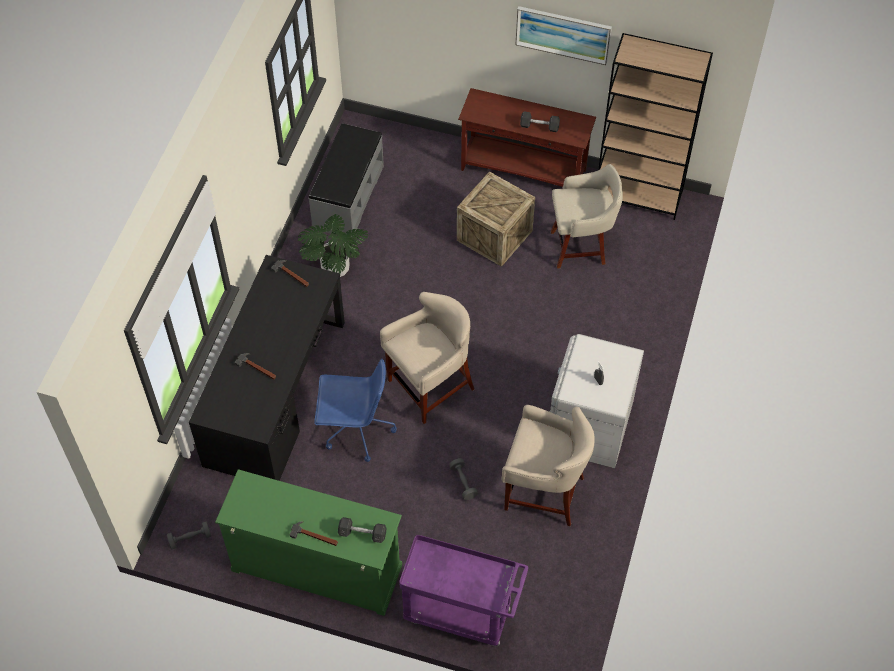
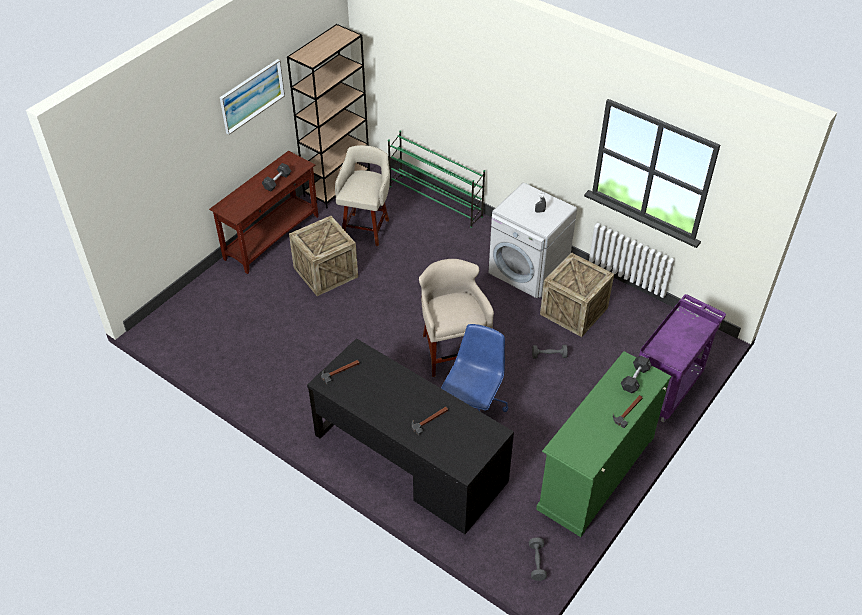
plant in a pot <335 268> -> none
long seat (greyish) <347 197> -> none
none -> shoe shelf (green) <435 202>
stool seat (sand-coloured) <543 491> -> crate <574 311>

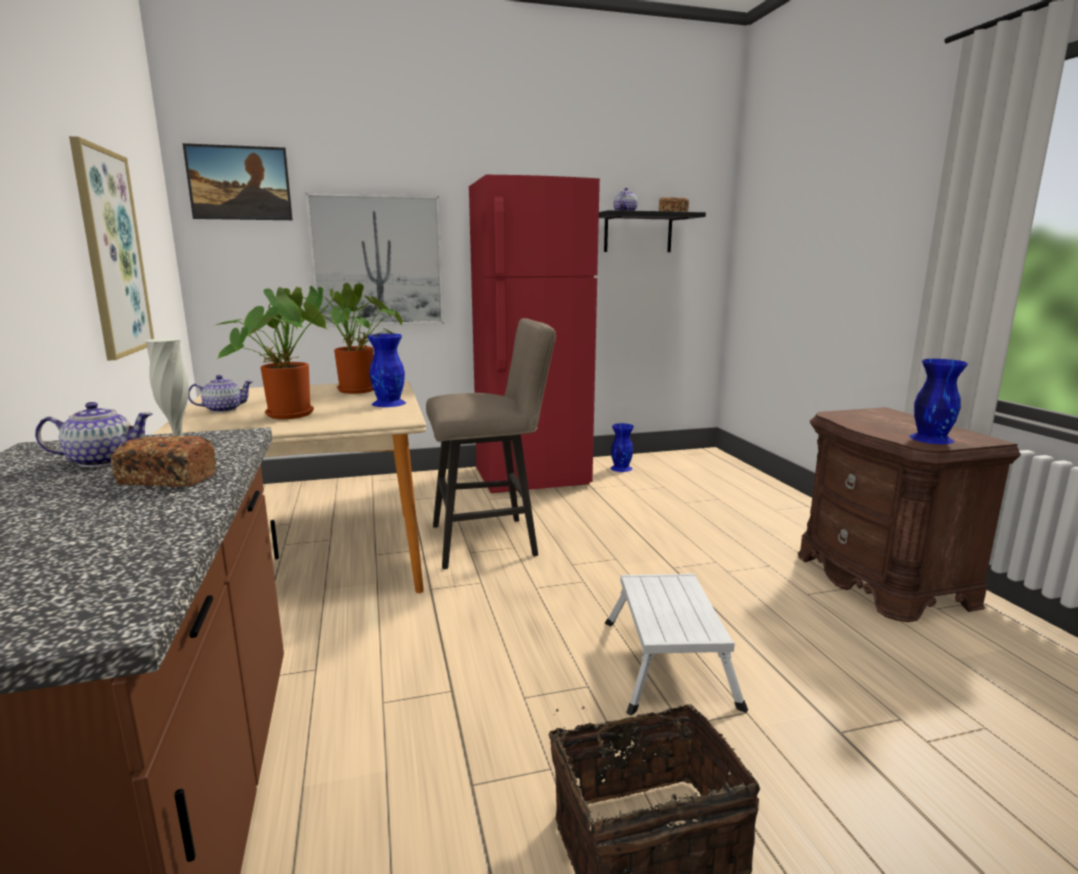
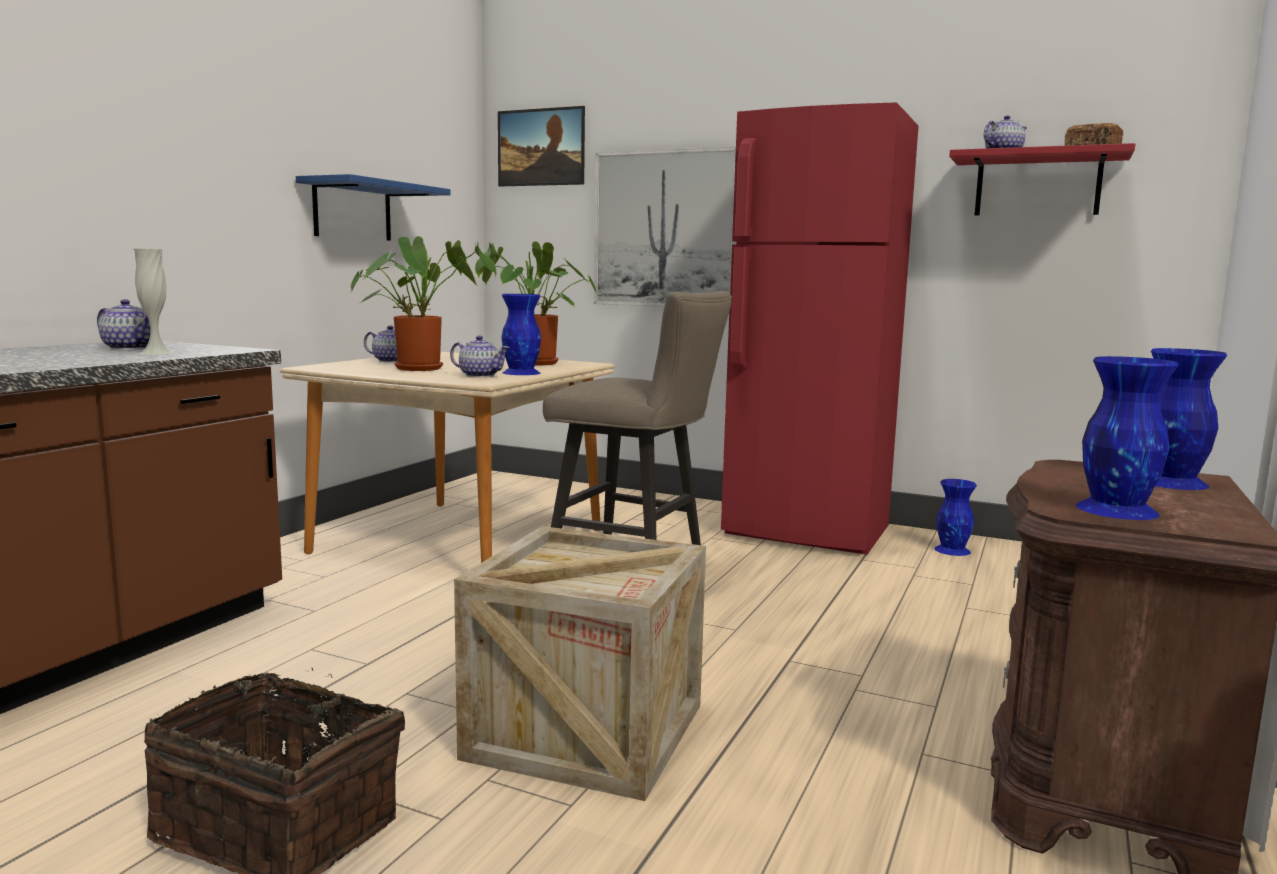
bakery bread <167 479> -> none
none -> teapot <479 375>
none -> vase (bluish) <1171 482>
wall art <112 254> -> wall shelf (bluish) <352 211>
stepladder (white-coloured) <668 663> -> crate <586 731>
wall shelf (black) <638 233> -> wall shelf (red-coloured) <1037 185>

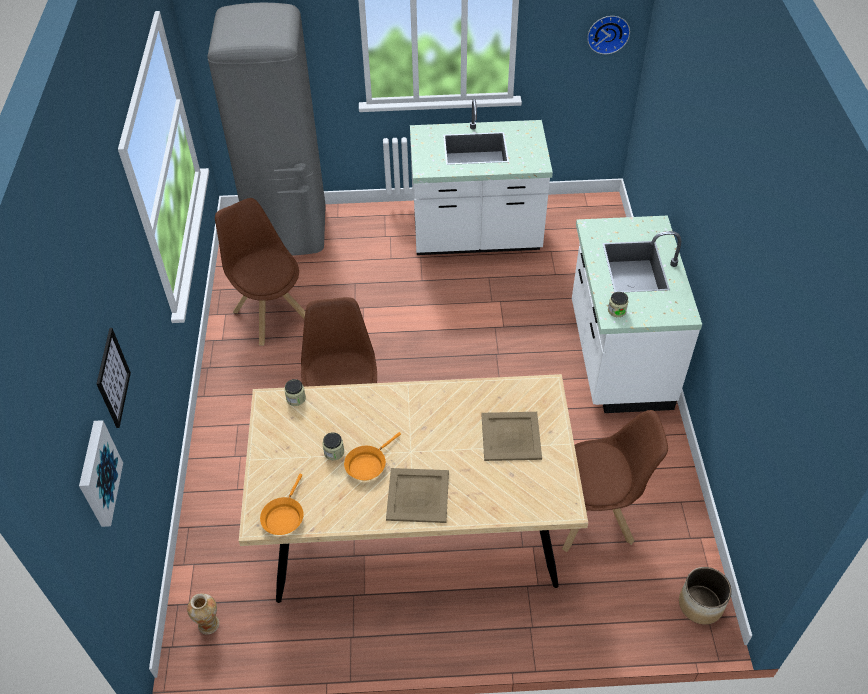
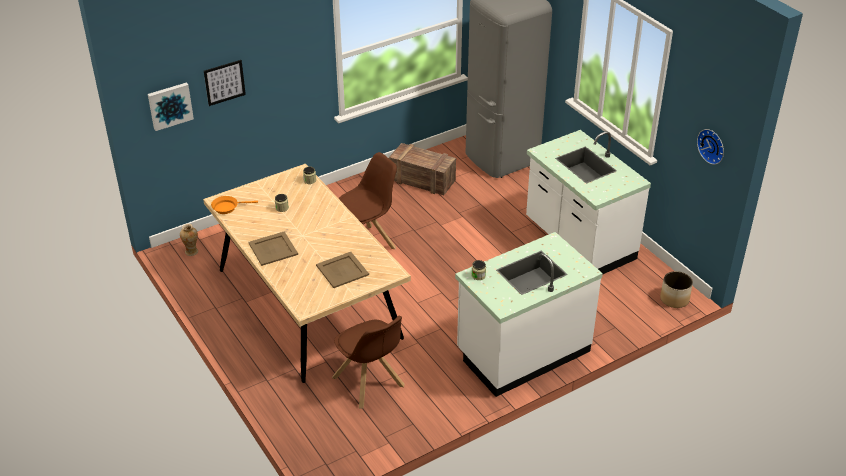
pan (orange-coloured) <368 464> -> none
flower pot <701 605> -> flower pot <674 299>, moved
plain chair (brown-coloured) <270 313> -> crate <423 180>

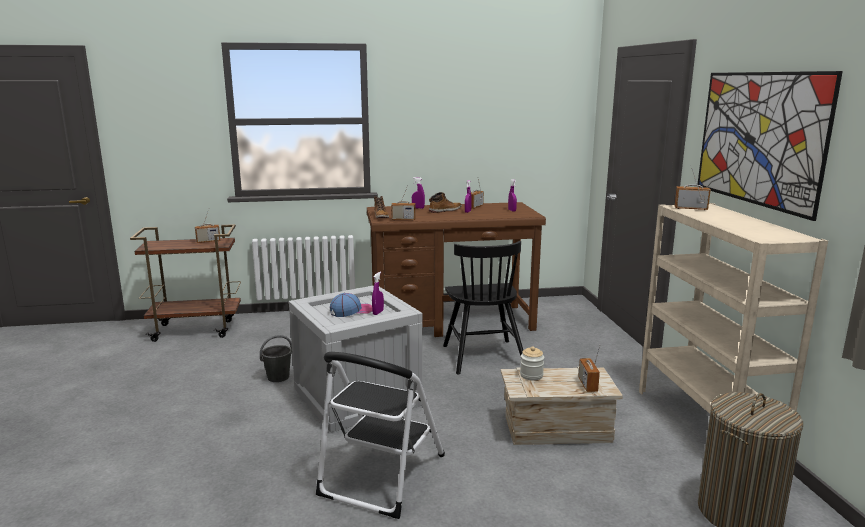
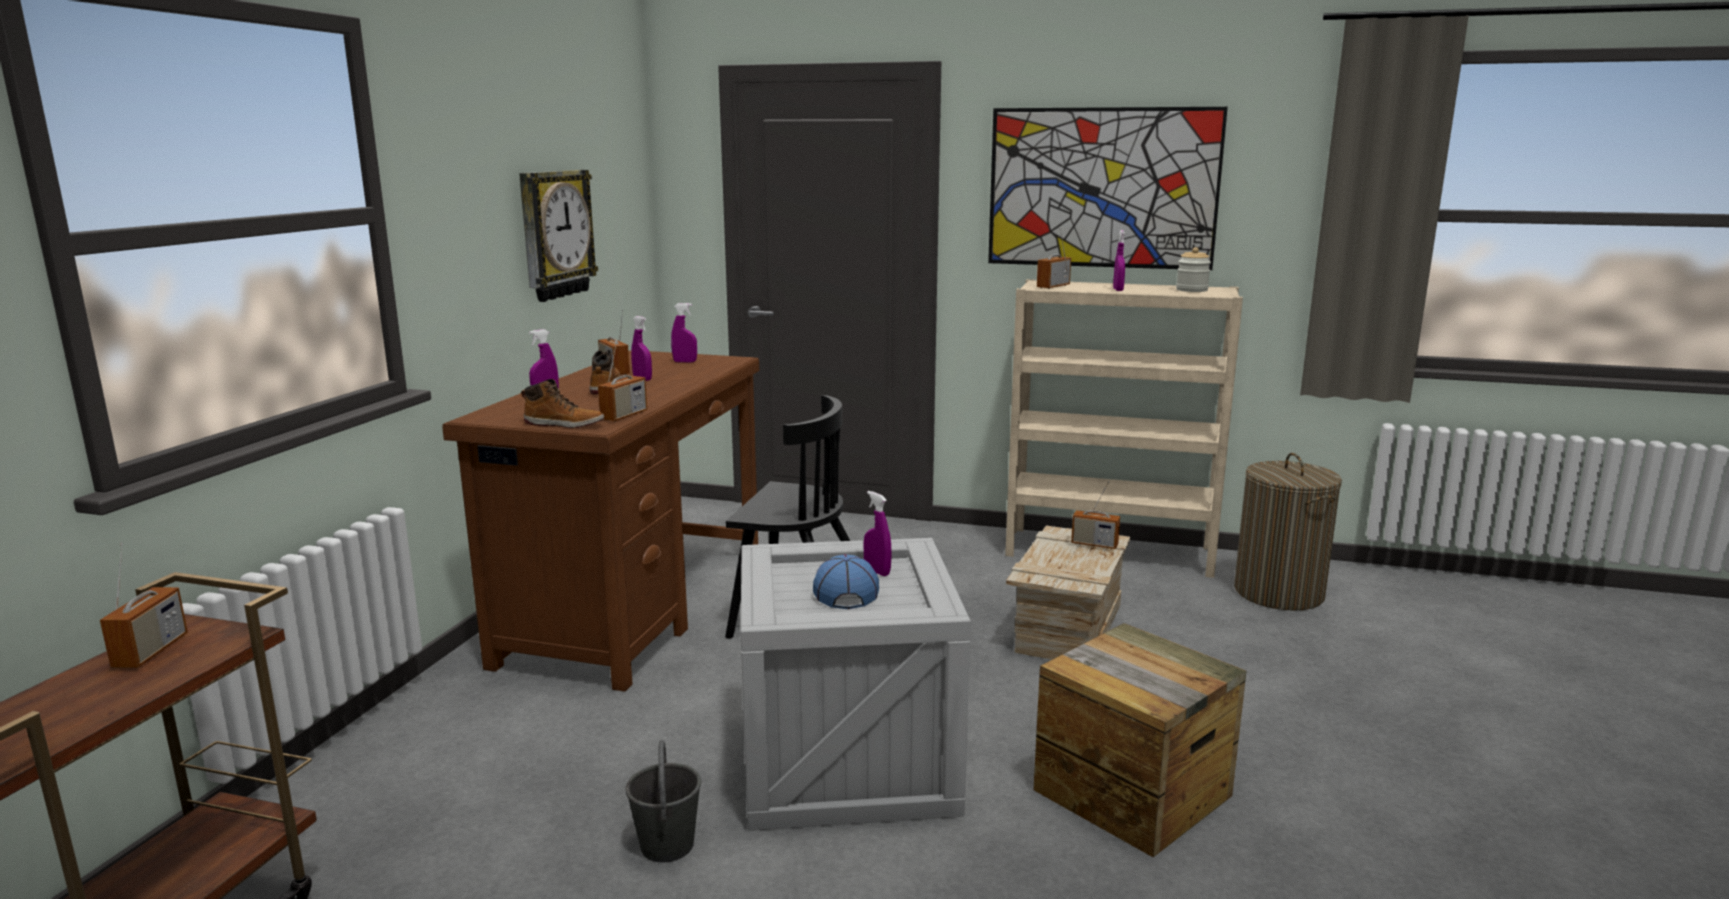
none -> hanging clock <555 234>
none -> hand sprayer (purple) <1118 290>
jar <531 375> -> jar <1191 290>, moved
stepladder <380 477> -> crate <1132 793>

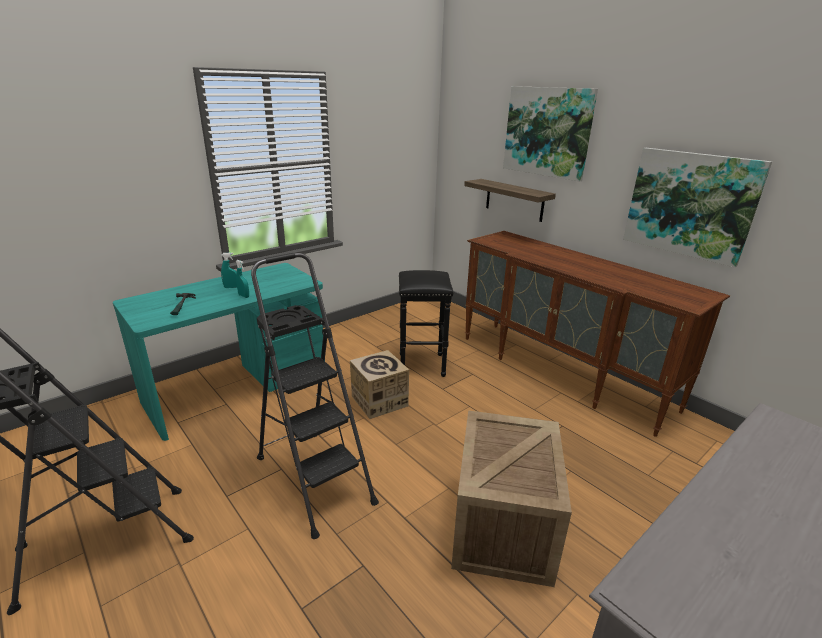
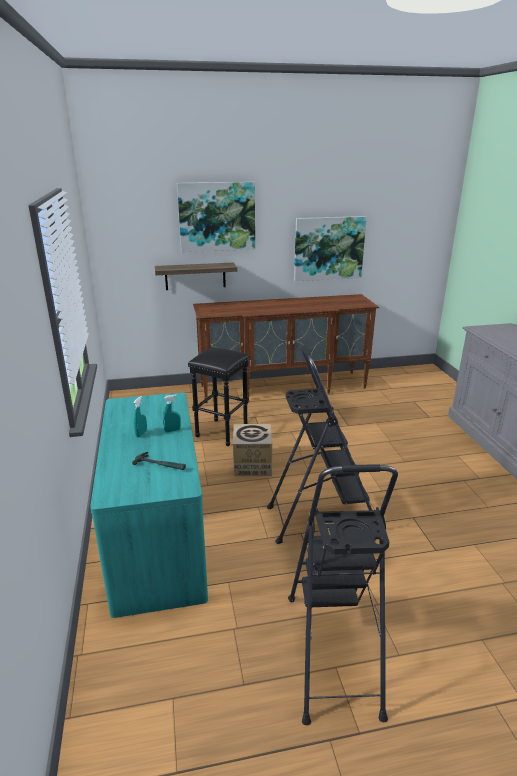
crate <504 527> -> none

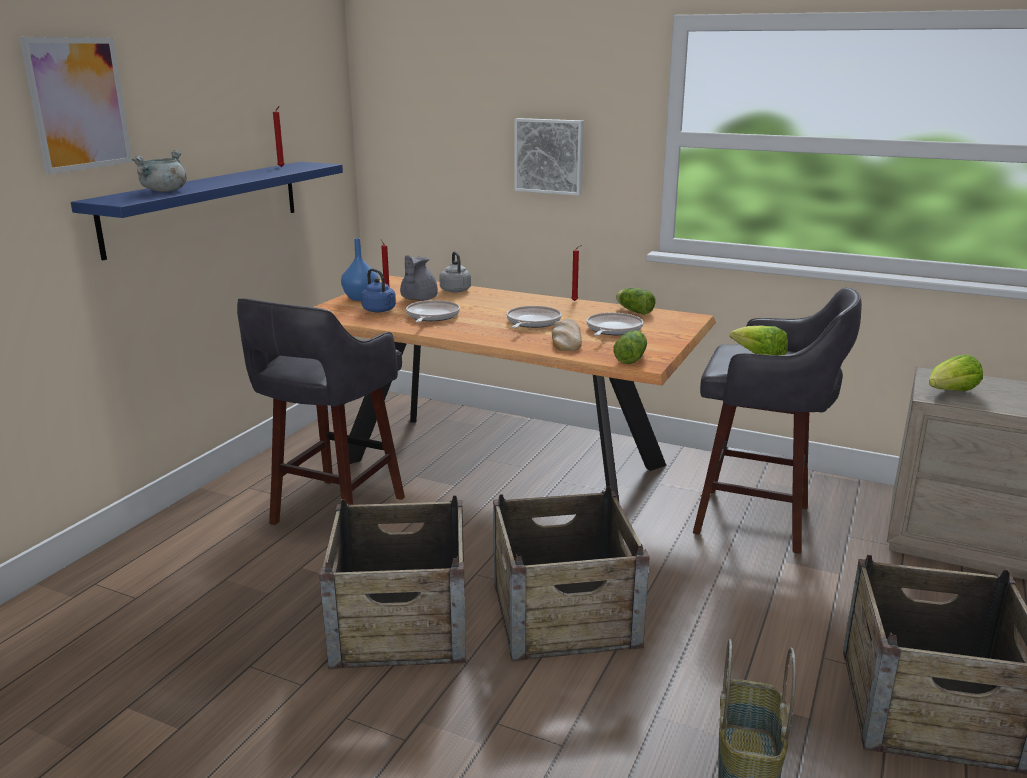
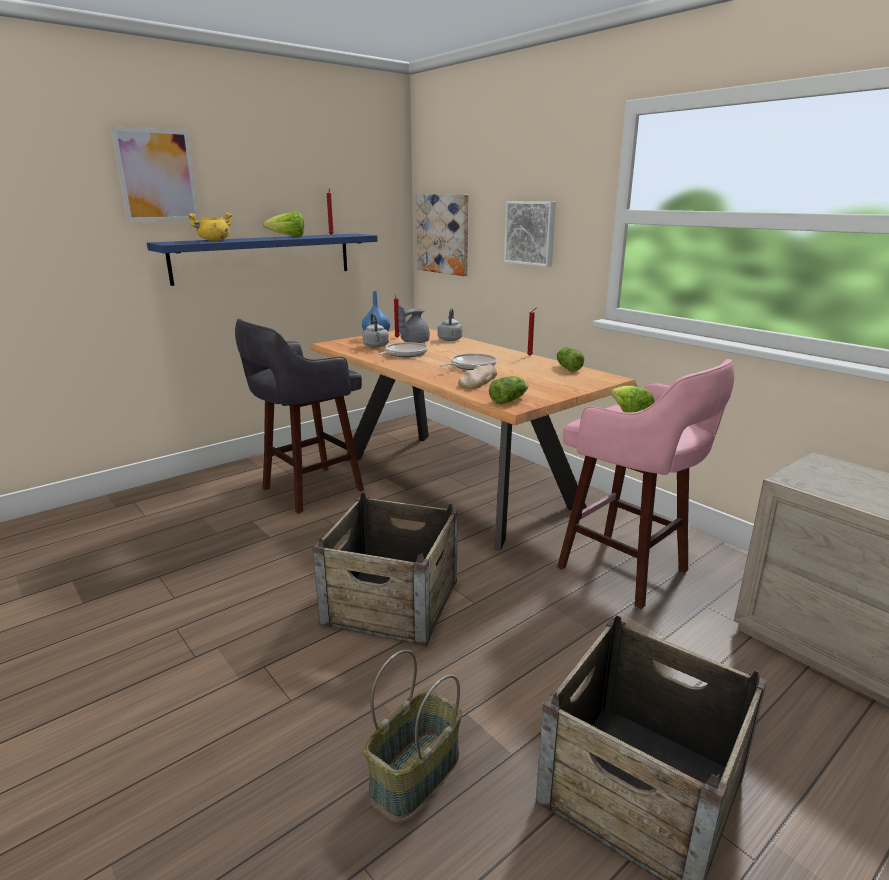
crate <401 623> -> none
pan <612 330> -> none
none -> wall art <443 234>
lettuce <950 393> -> lettuce <288 237>, moved
cooking pot (greyish) <164 191> -> cooking pot (yellow) <214 240>
kettle (bluish) <380 310> -> kettle (greyish) <376 346>
stool seat (greyish) <758 521> -> stool seat (pink) <627 572>

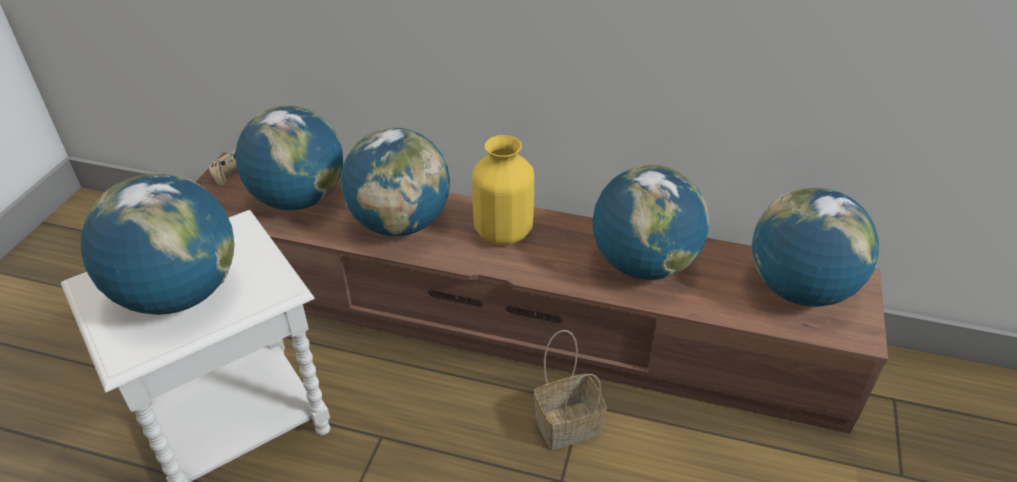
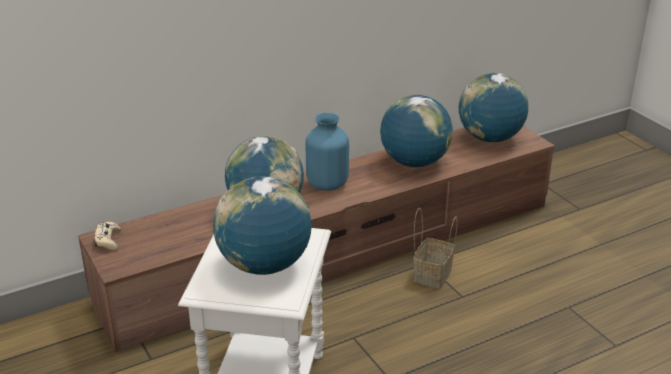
world globe <299 199> -> none
vase (yellow) <503 233> -> vase (bluish) <328 184>

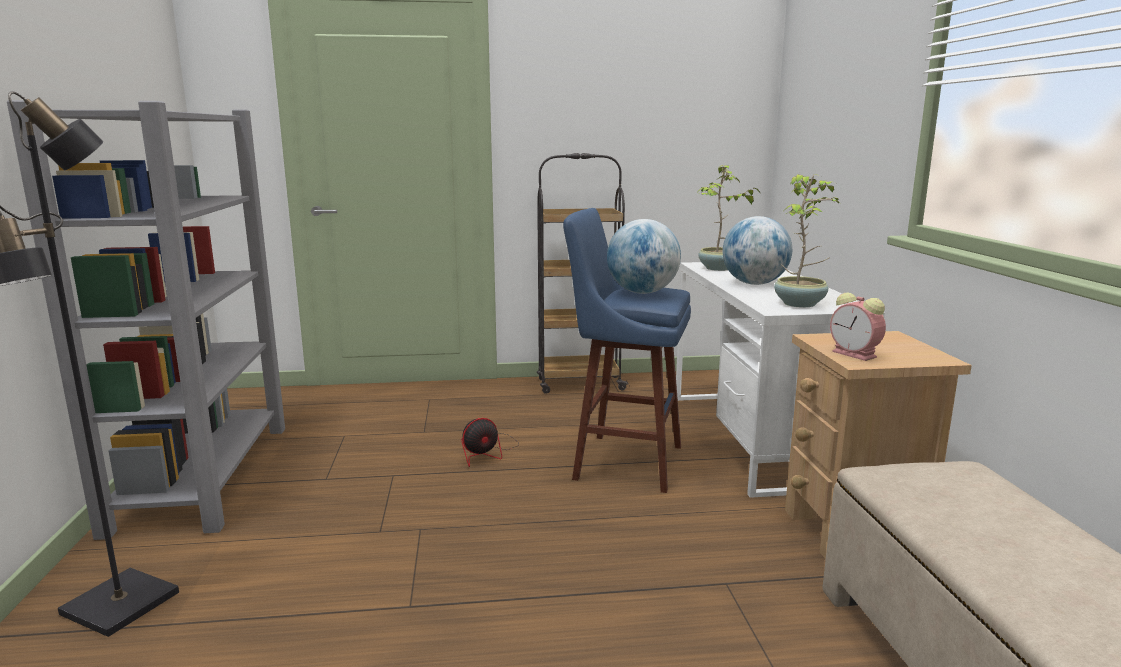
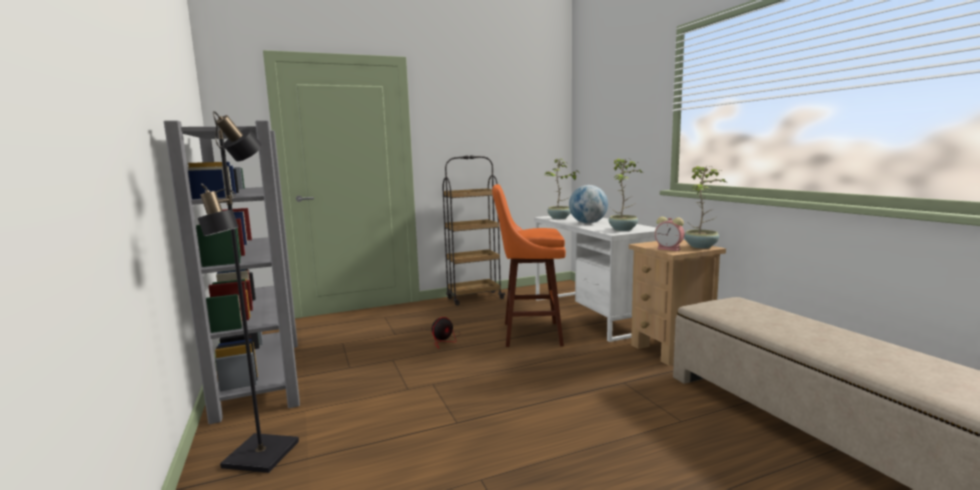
world globe <642 292> -> none
none -> plant in a pot <701 246>
stool seat (bluish) <623 461> -> stool seat (orange-coloured) <528 334>

